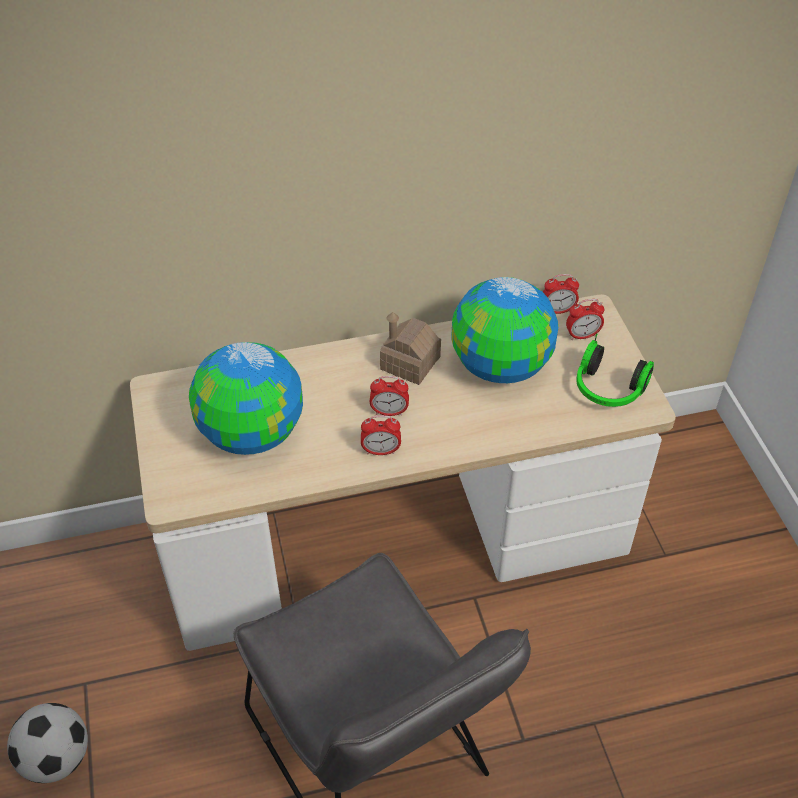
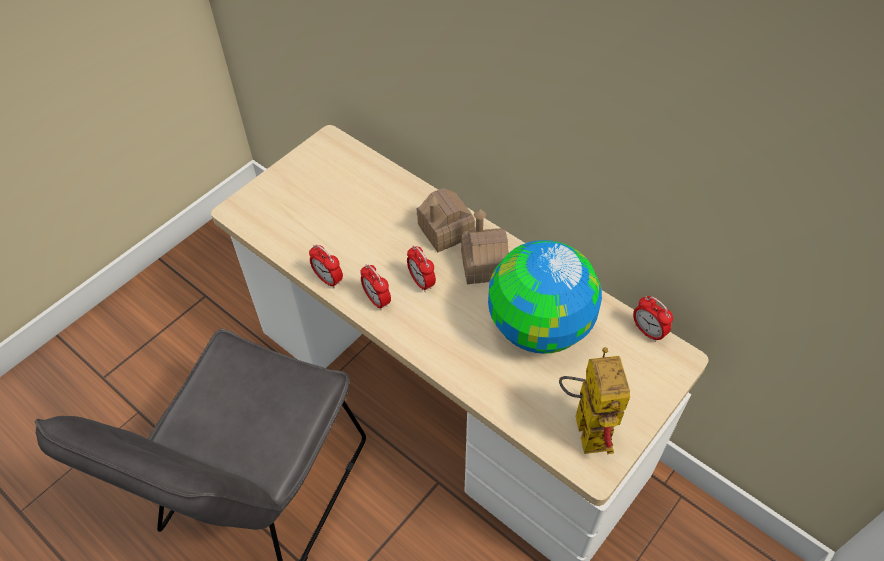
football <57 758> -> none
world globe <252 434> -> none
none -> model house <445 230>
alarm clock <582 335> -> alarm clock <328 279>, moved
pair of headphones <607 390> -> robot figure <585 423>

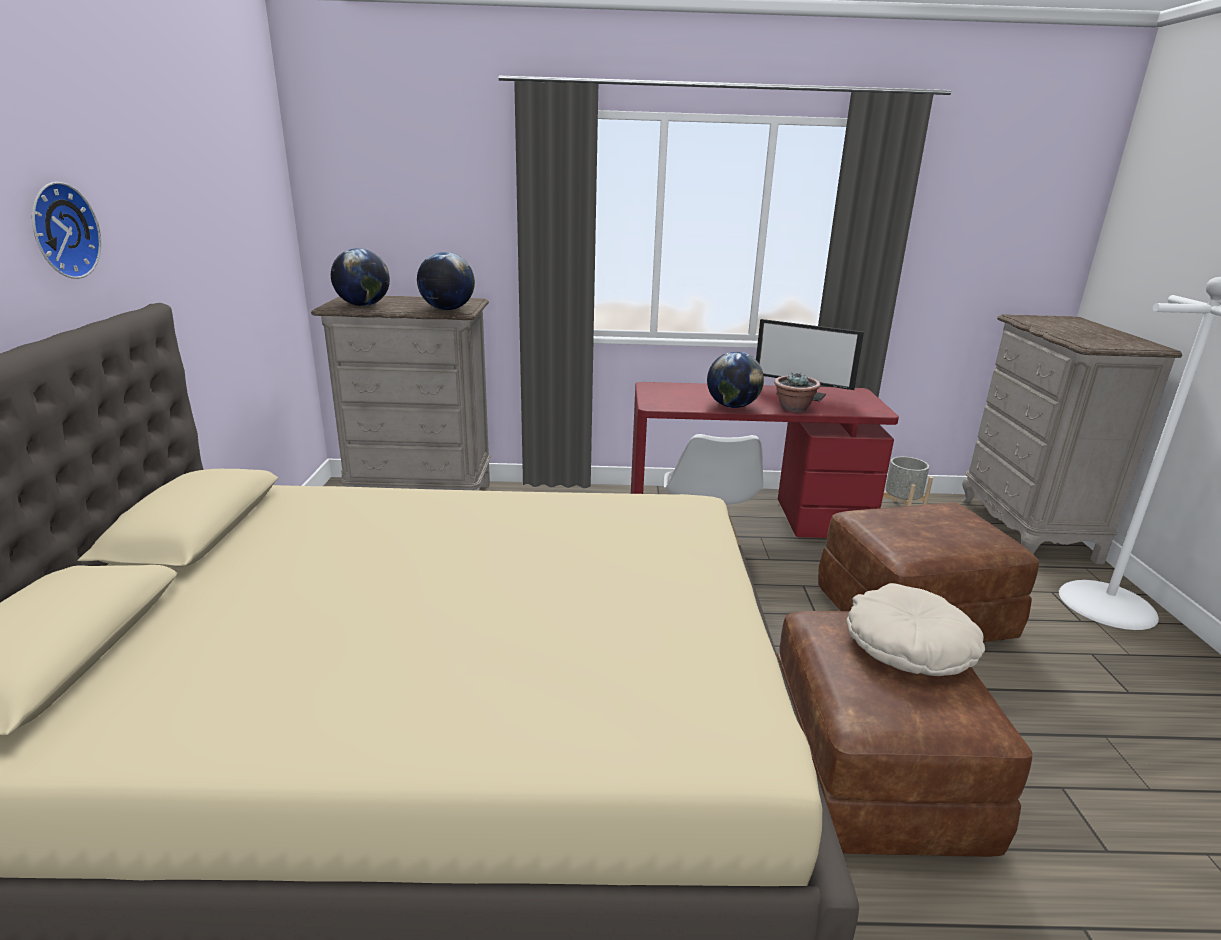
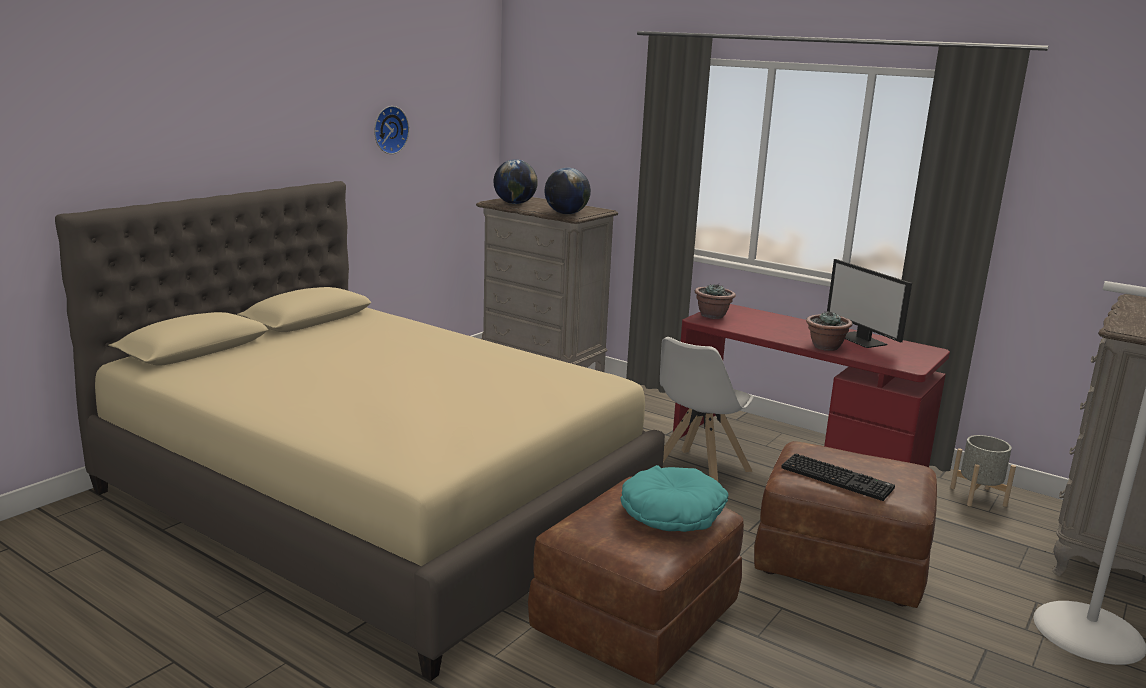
world globe <732 406> -> none
none -> plant in a pot <712 316>
none -> computer keyboard <838 478>
hanging clock <60 230> -> hanging clock <389 129>, moved
throw pillow (sand-coloured) <906 646> -> throw pillow (turquoise-coloured) <670 513>

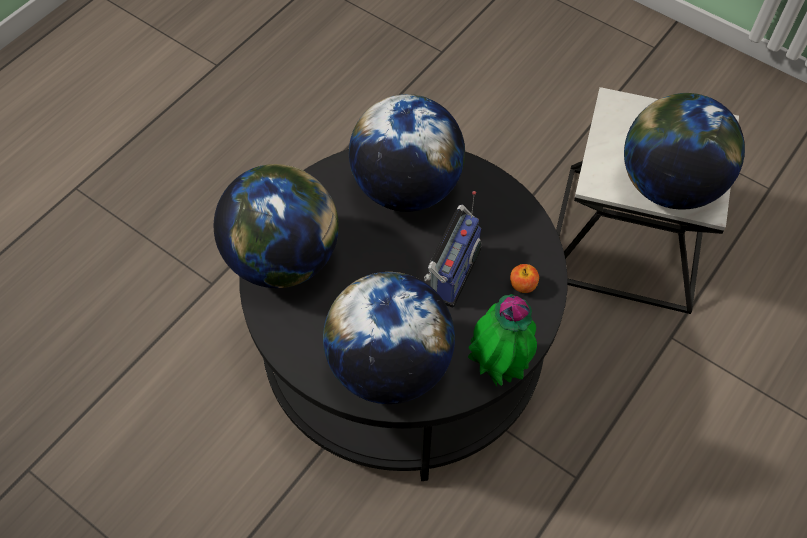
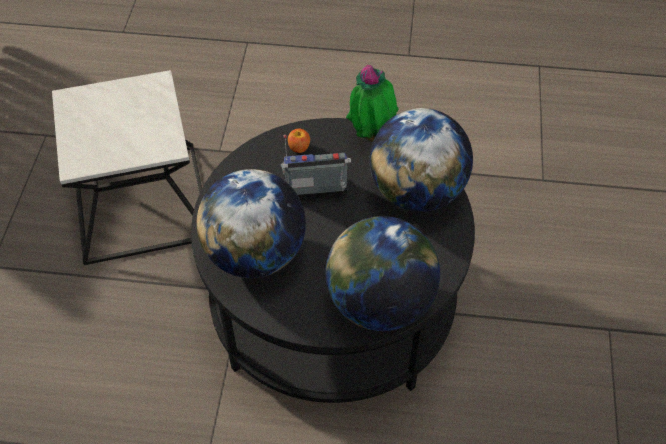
world globe <668 185> -> none

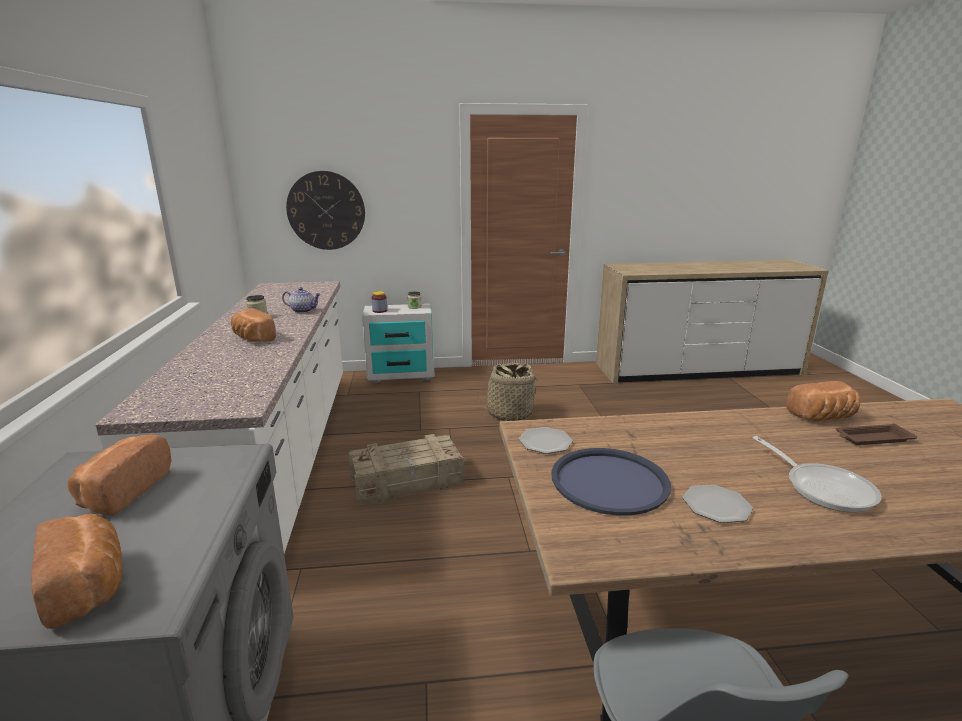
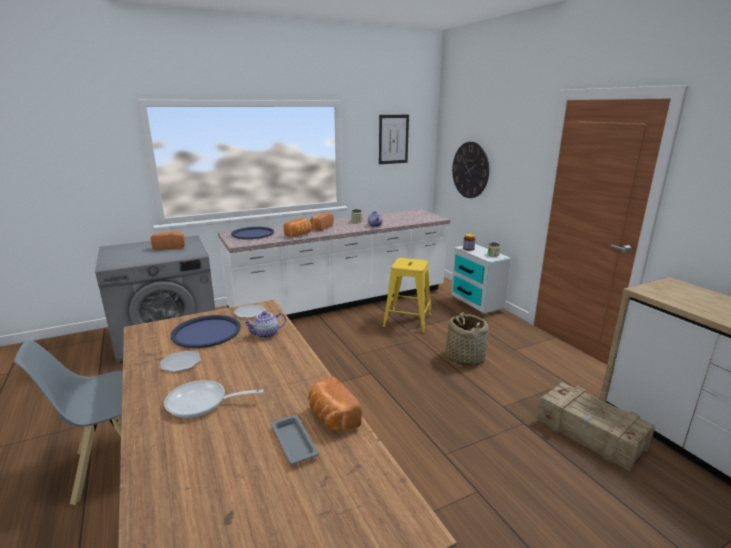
none -> carrying tray (bluish) <252 234>
none -> teapot <266 334>
none -> wall art <393 139>
none -> stool seat (yellow) <408 321>
bakery bread <89 586> -> bakery bread <299 235>, moved
crate <407 482> -> crate <590 434>, moved
carrying tray (brown-coloured) <872 438> -> carrying tray (greyish) <293 441>
pan <823 488> -> pan <202 403>, 45 degrees clockwise

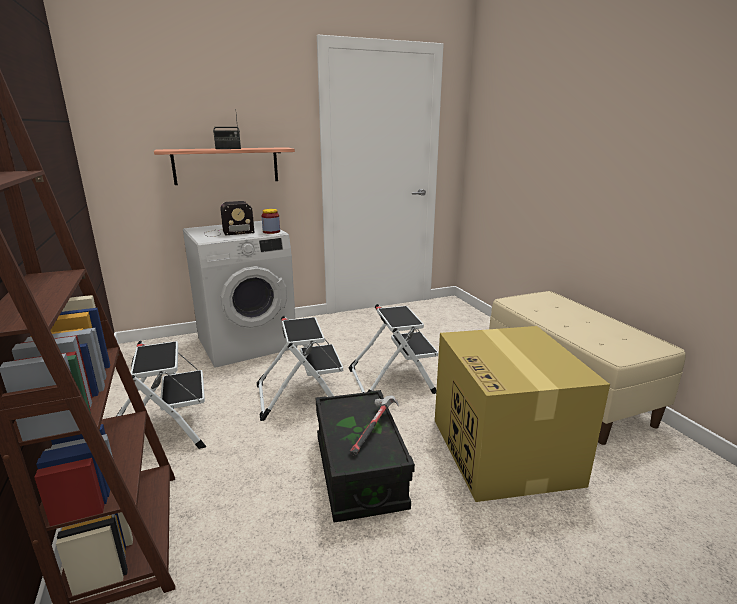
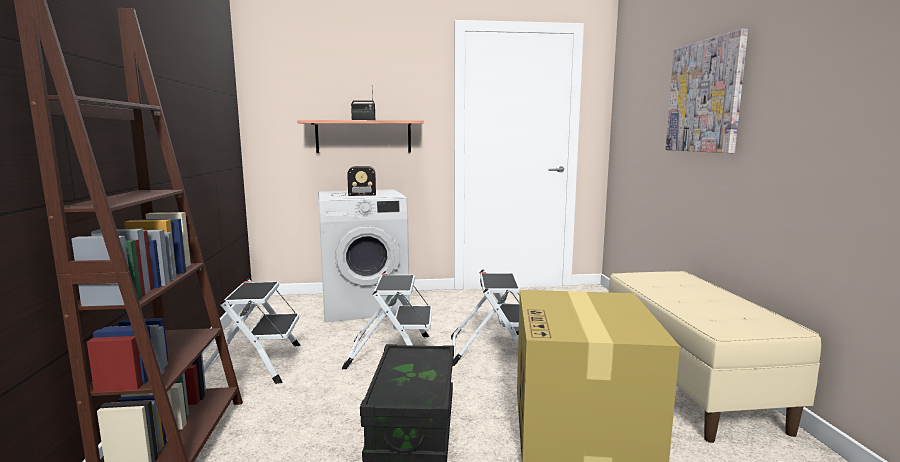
jar <271 232> -> none
hammer <374 430> -> none
none -> wall art <704 97>

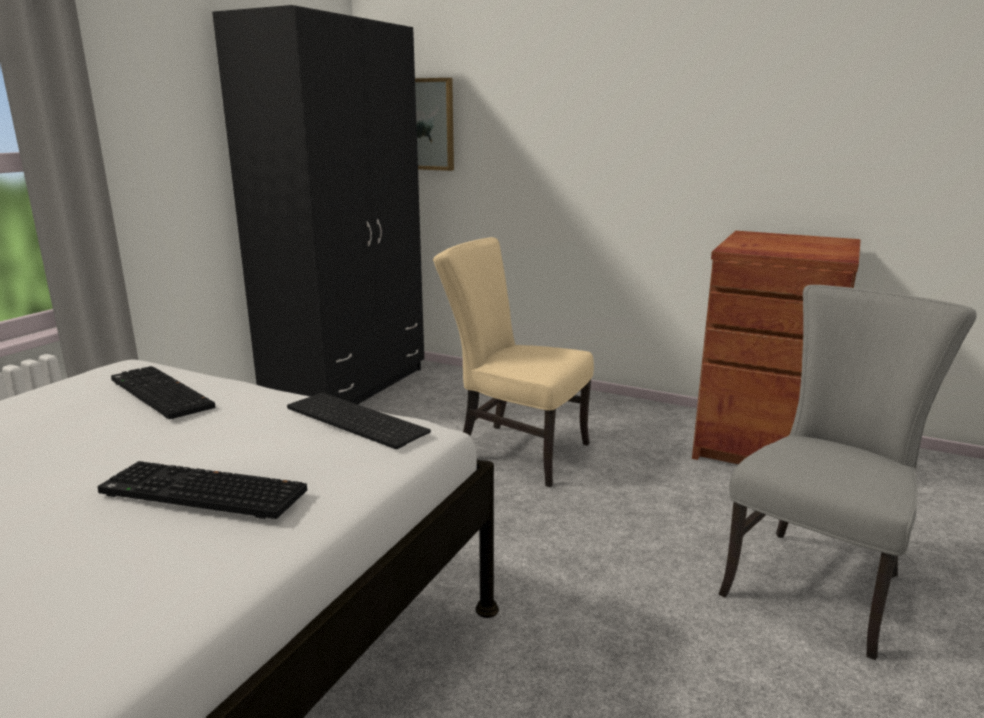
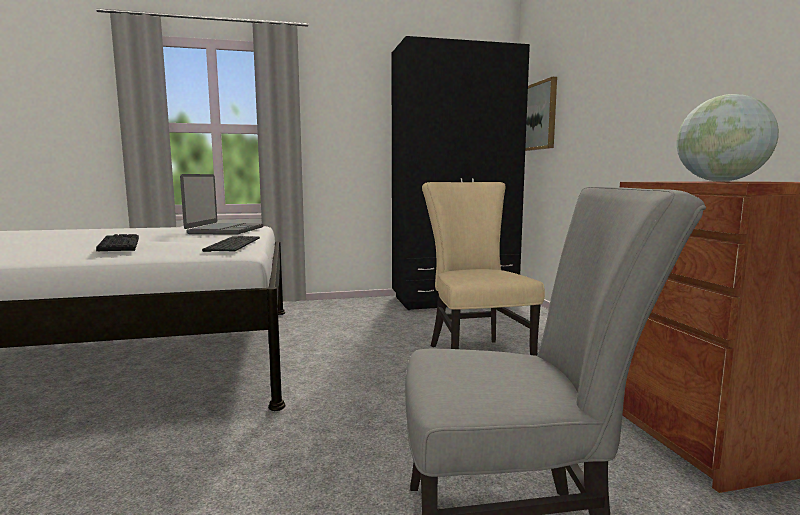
none -> world globe <720 181>
computer keyboard <158 394> -> portable computer <225 230>

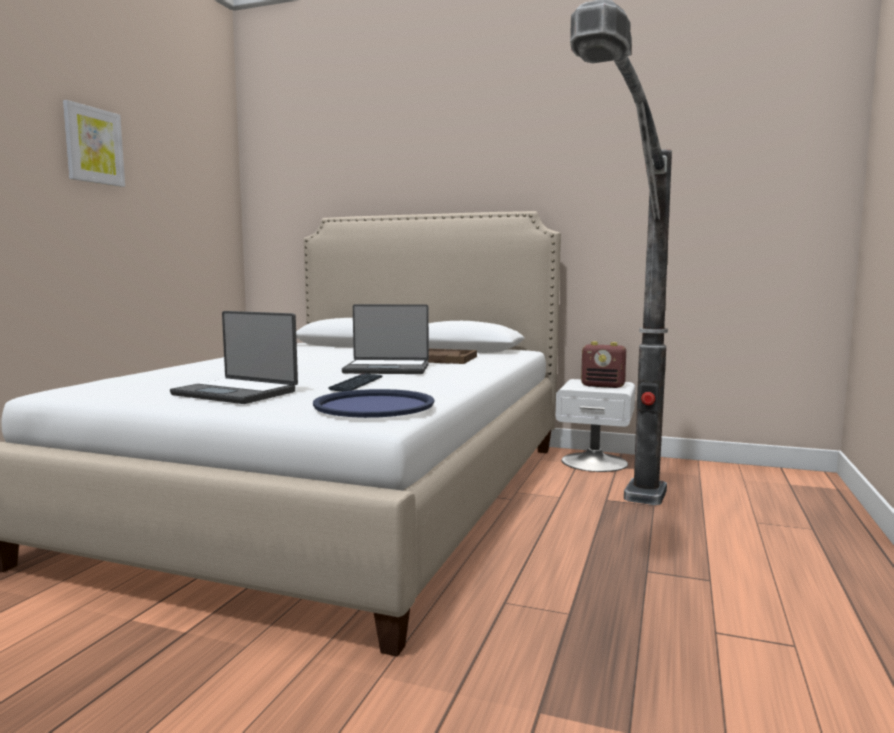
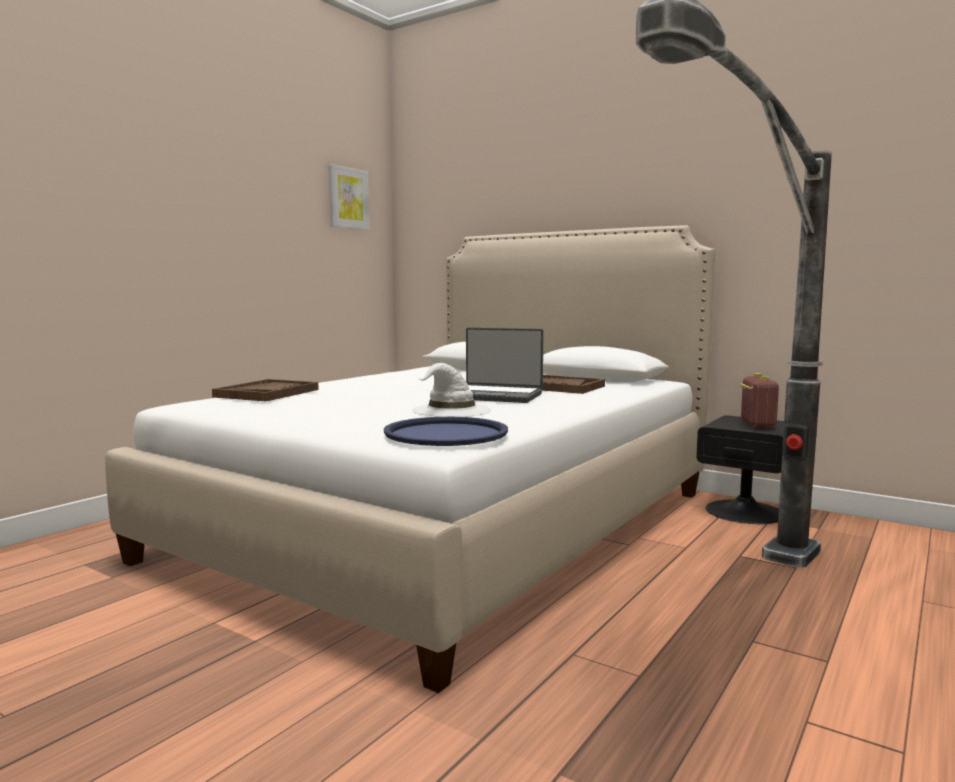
portable computer <237 393> -> none
none -> carrying tray (brown-coloured) <267 393>
wall art <93 145> -> wall art <348 198>, moved
computer keyboard <357 384> -> wearable hat (white-coloured) <451 410>
nightstand (white-coloured) <594 461> -> nightstand (black) <745 511>
radio receiver <603 386> -> radio receiver <757 425>, 120 degrees counterclockwise

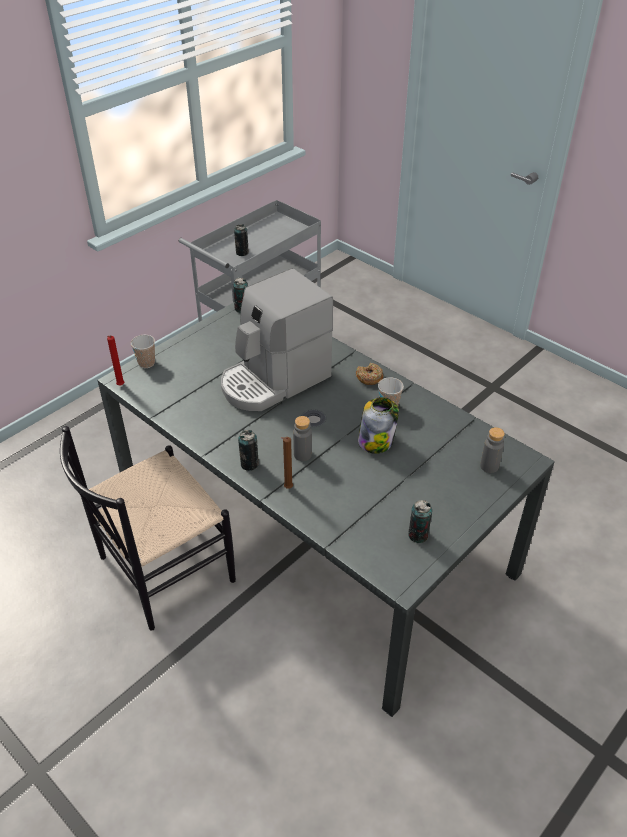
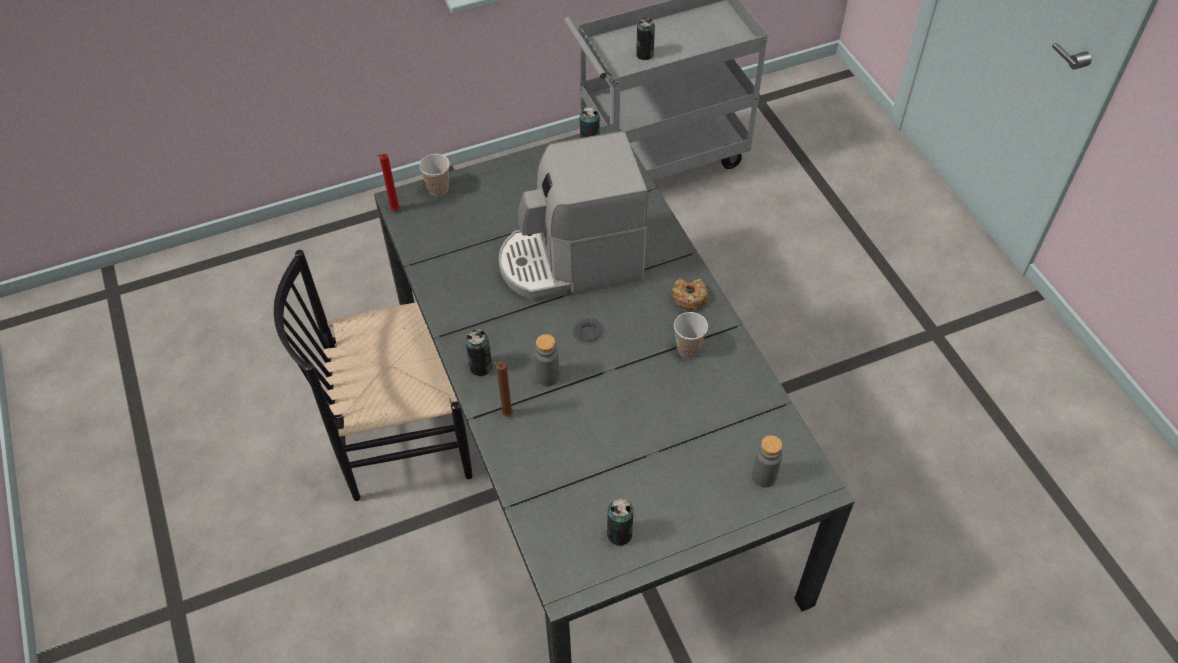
jar <376 441> -> none

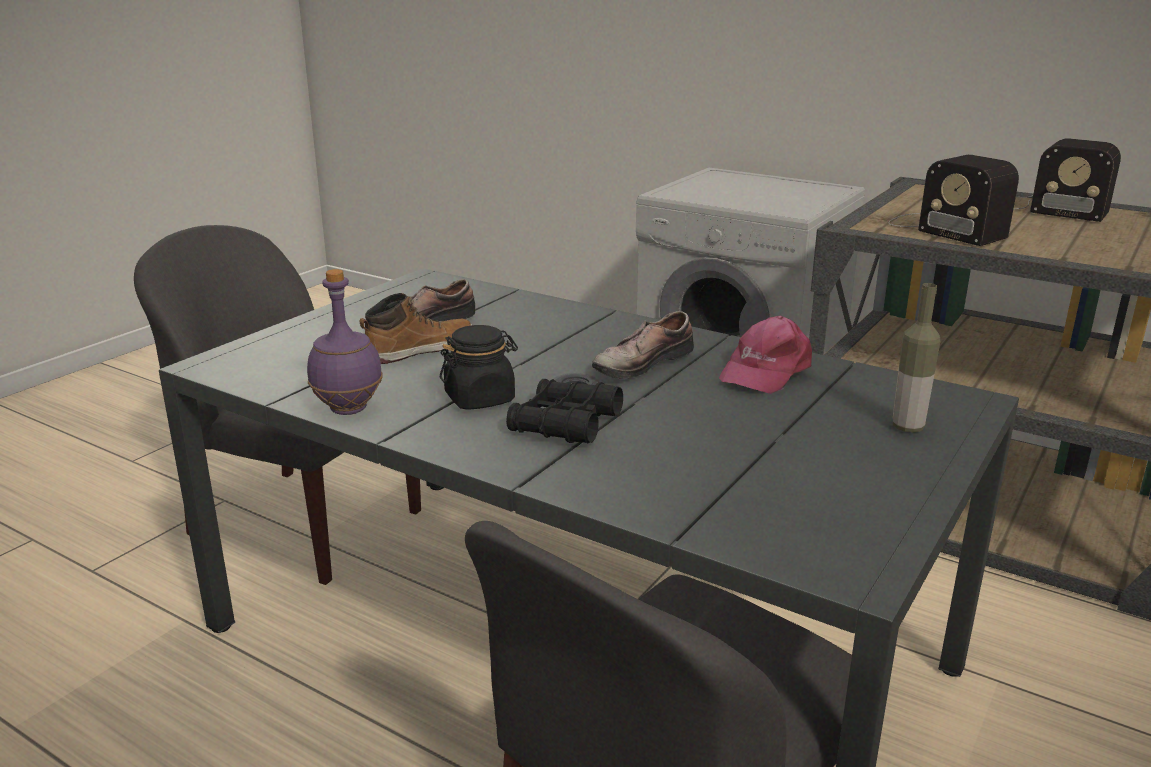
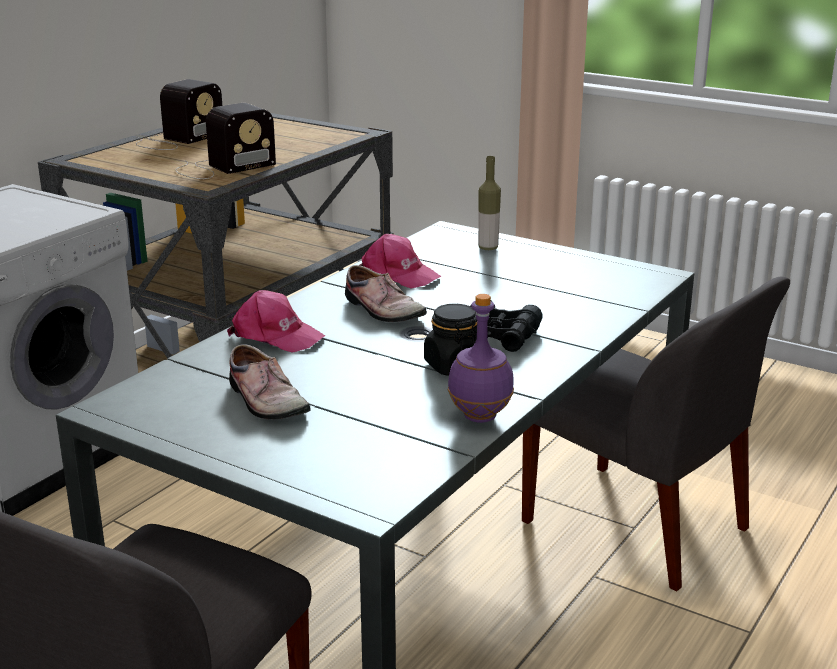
high-top boot <418 349> -> none
none -> cap (pink) <275 336>

